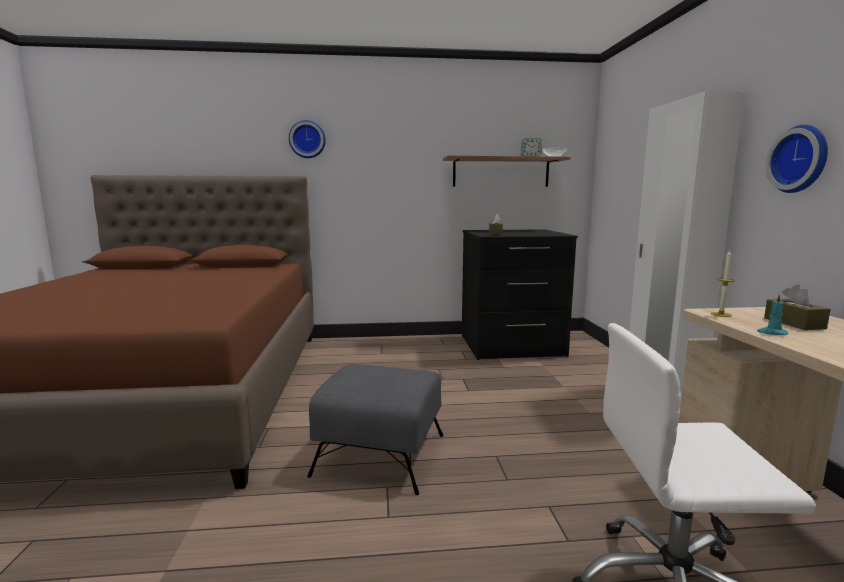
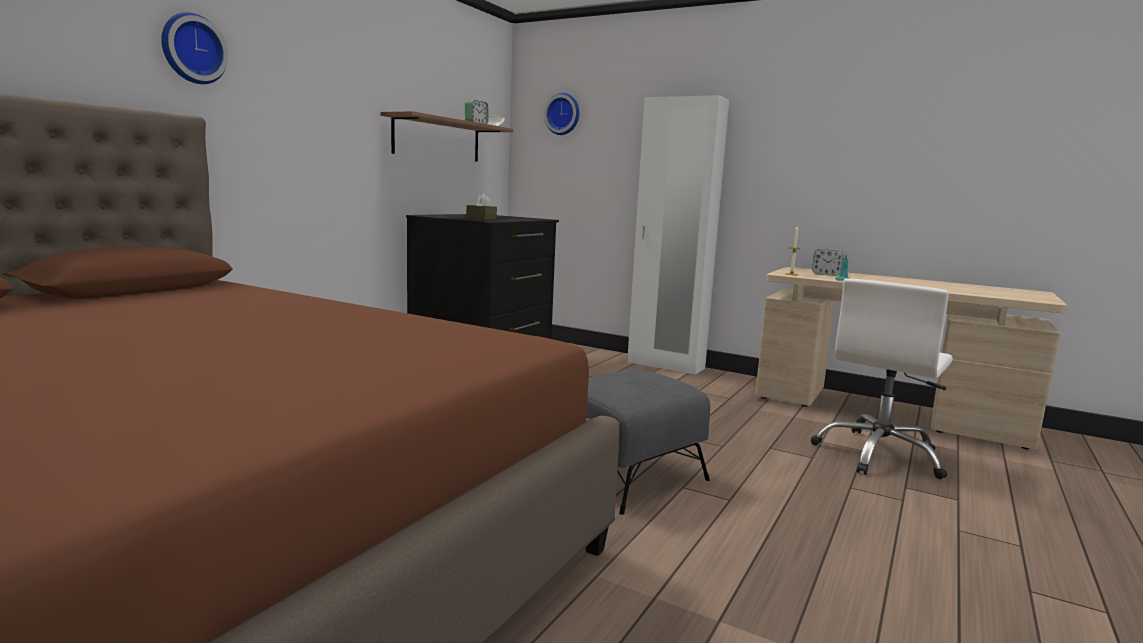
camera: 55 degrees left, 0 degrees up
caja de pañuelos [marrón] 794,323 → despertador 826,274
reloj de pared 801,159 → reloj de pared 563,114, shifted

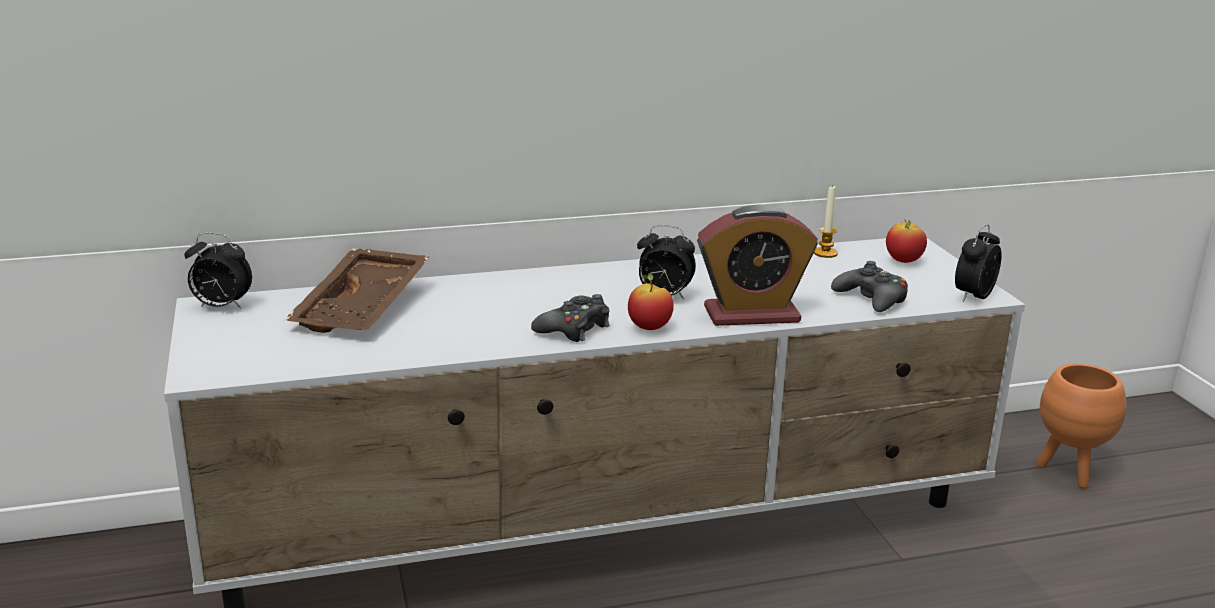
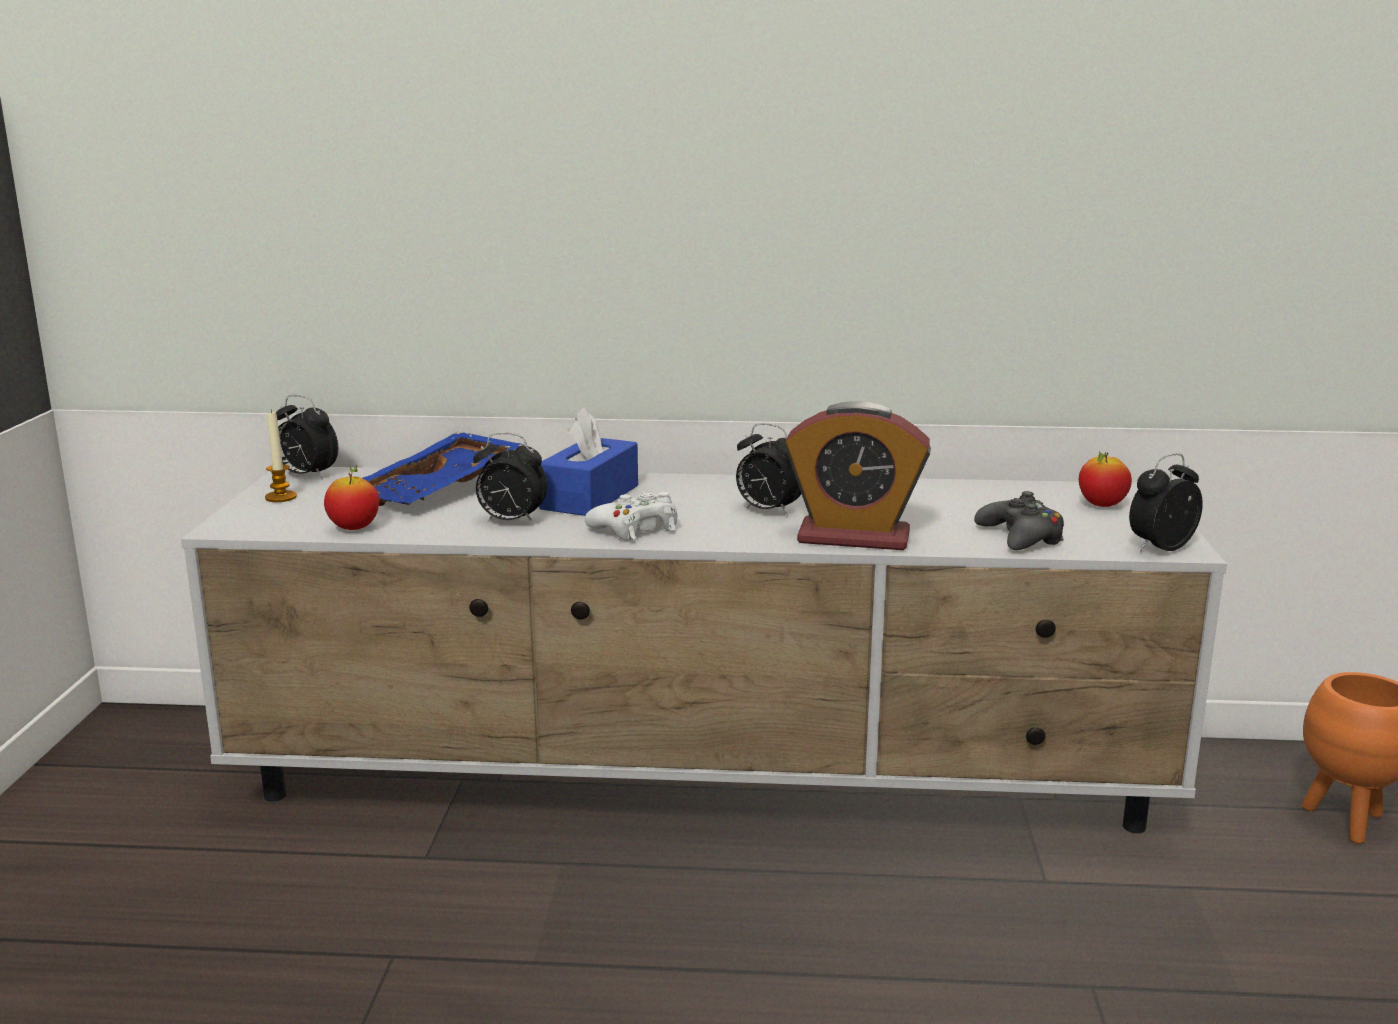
camera: 20 degrees right, 5 degrees down
bandeja [marrón] 364,308 → bandeja [azul] 439,490
mando de consola [negro] 574,328 → mando de consola [blanco] 636,529
manzana 649,328 → manzana 354,528, shifted
vela 825,253 → vela 281,497, shifted
- → despertador 510,522
- → caja de pañuelos [azul] 590,497

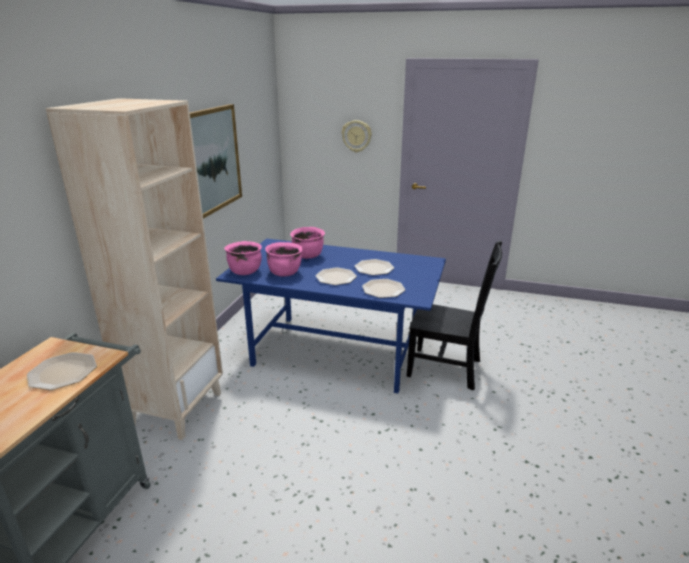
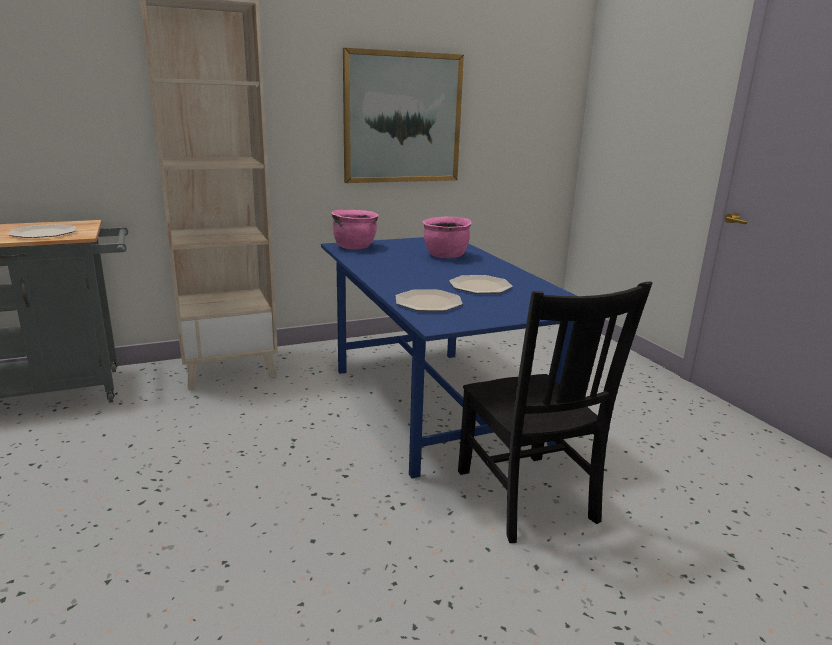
camera: 50 degrees right, 5 degrees down
olla [rosa] 285,273 → -
plato 335,277 → -
reloj de pared 356,136 → -

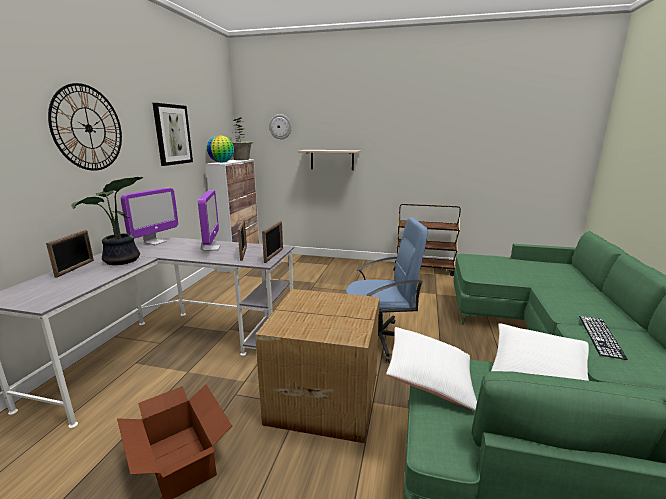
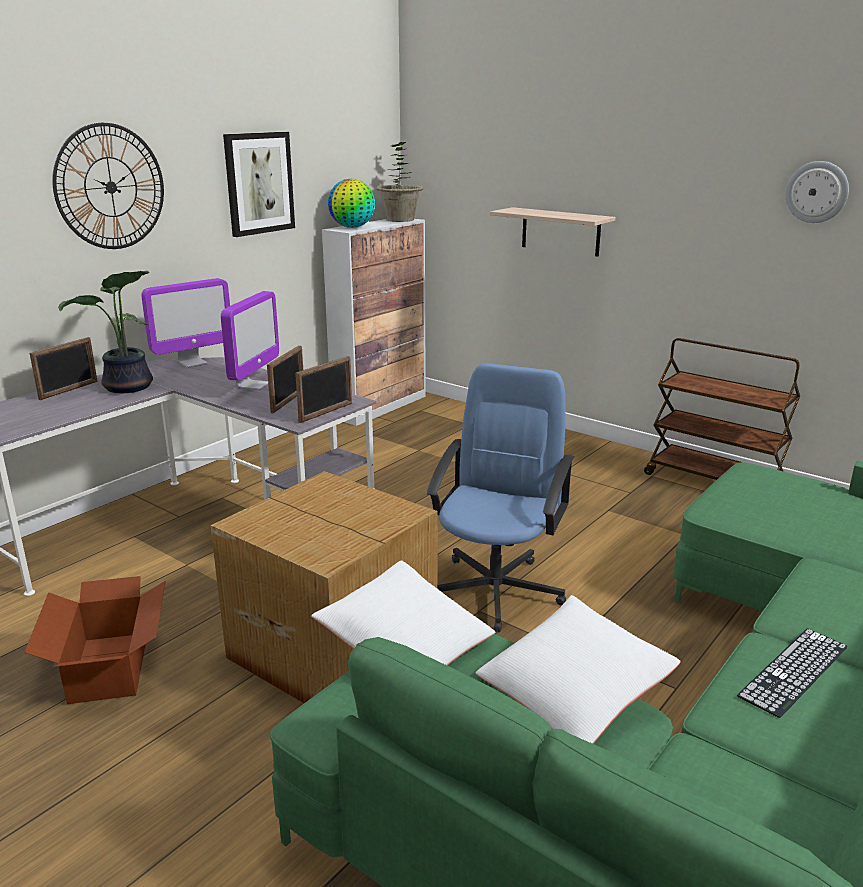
camera: 25 degrees right, 5 degrees up
reloj de pared 280,126 → reloj de pared 817,192, shifted
silla de oficina [azul] 380,339 → silla de oficina [azul] 496,590, 90 degrees counterclockwise

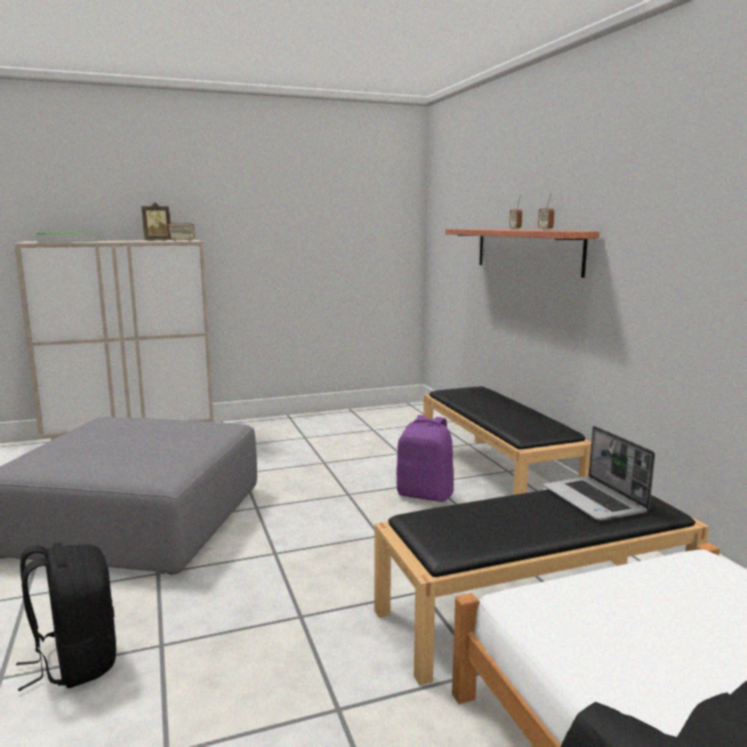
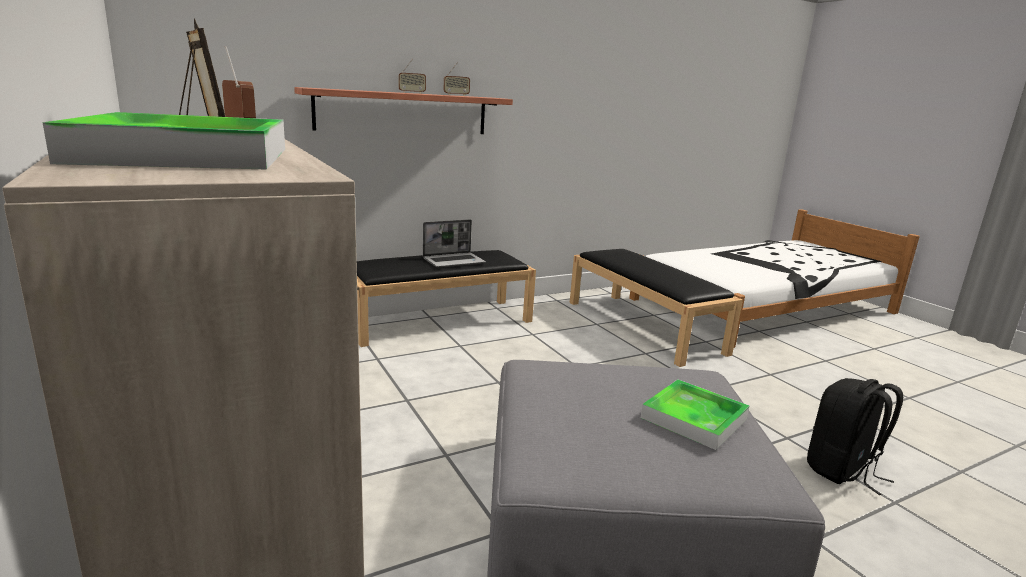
camera: 100 degrees left, 5 degrees up
mochila [morado] 425,494 → -
portátil 595,500 → portátil 454,261, shifted
- → bandeja 694,418

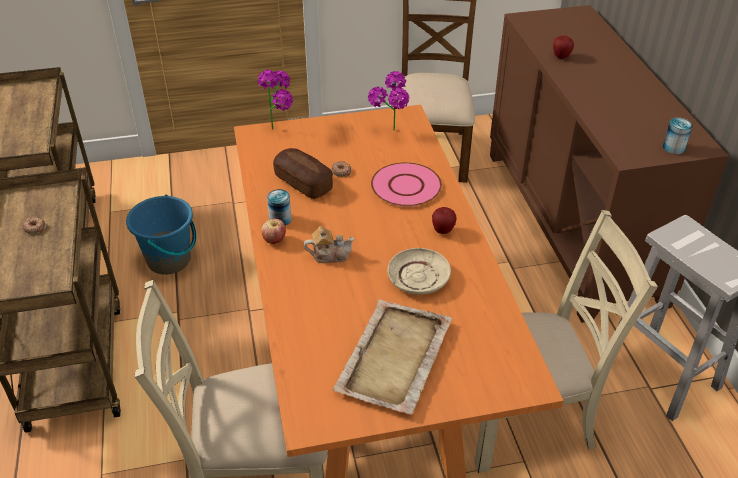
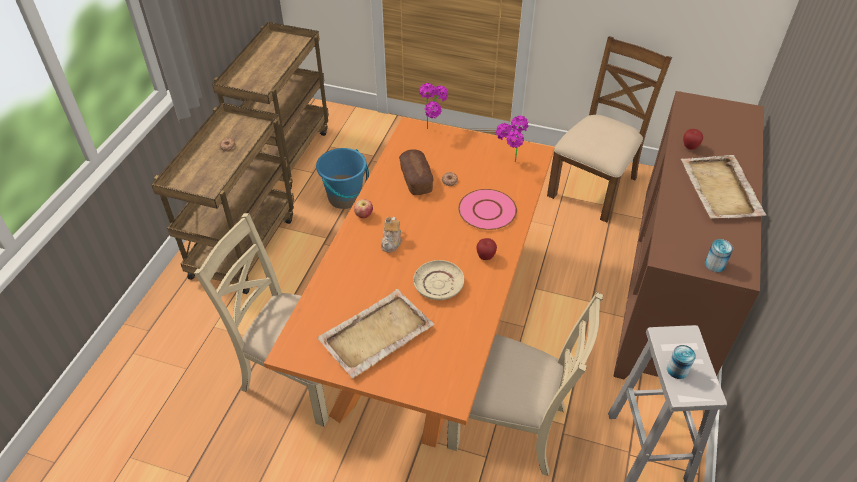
camera: 30 degrees right, 5 degrees up
lata 280,219 → lata 677,370, shifted
tetera 329,255 → tetera 391,242, 75 degrees clockwise
- → bandeja [beis] 720,190

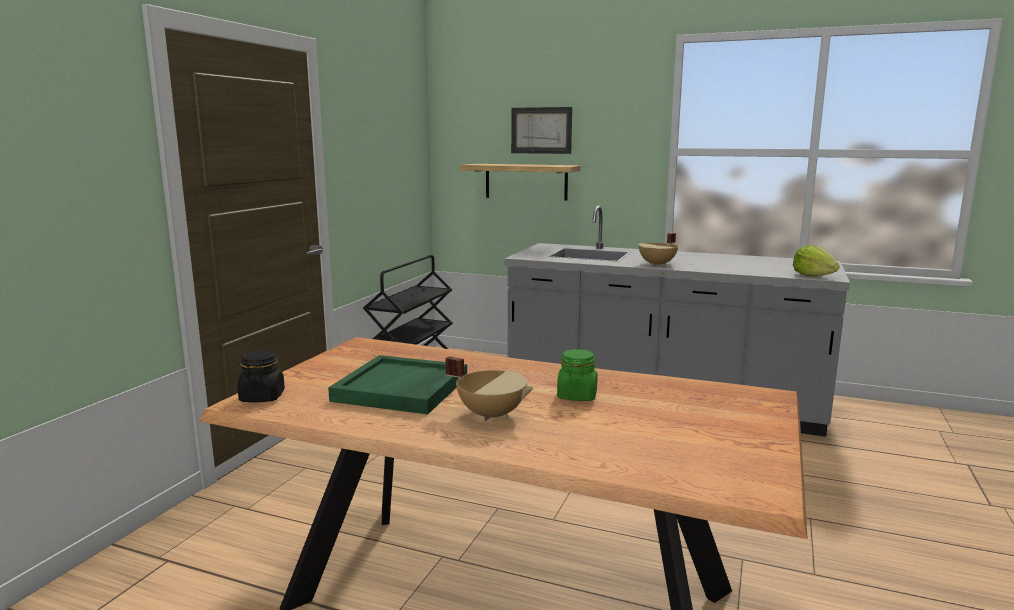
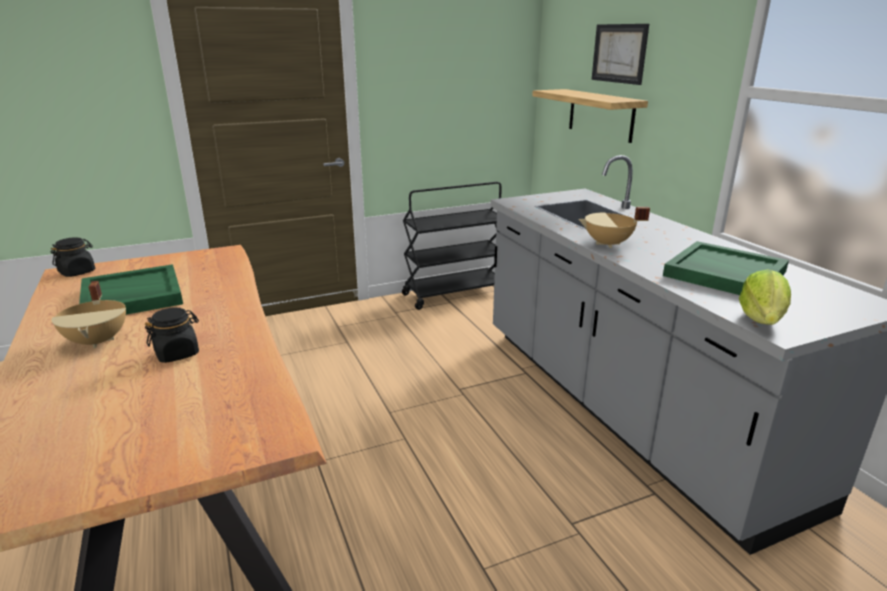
camera: 45 degrees right, 10 degrees up
tarro [verde] 577,396 → tarro [negro] 177,353
- → bandeja [verde] 723,274

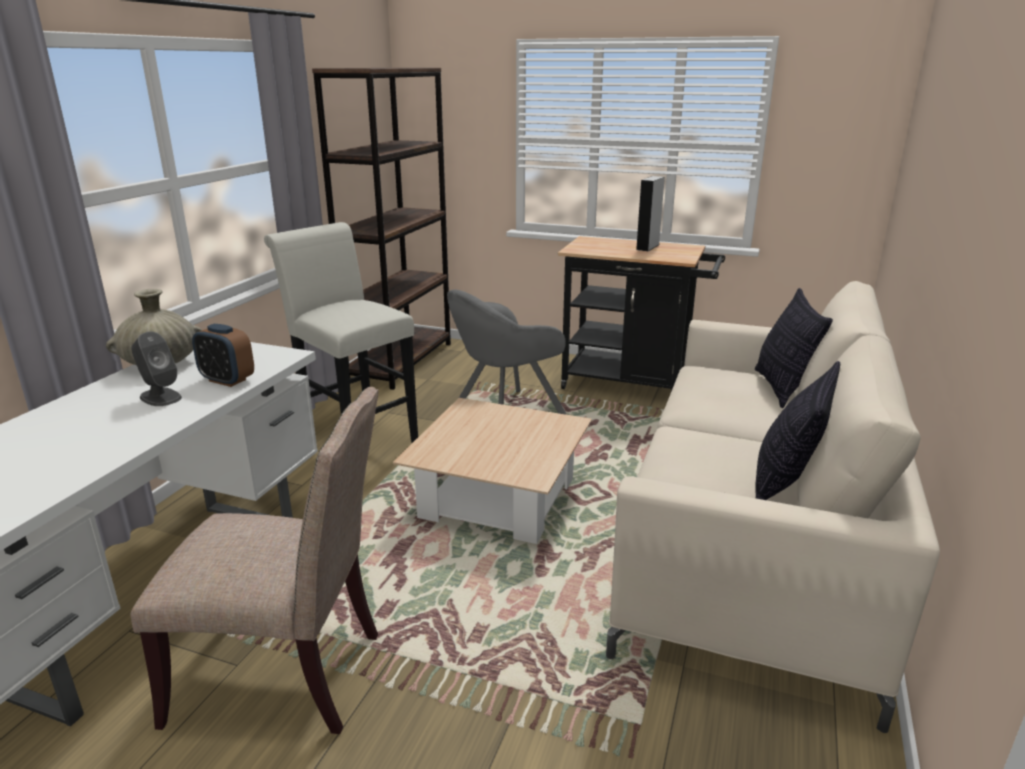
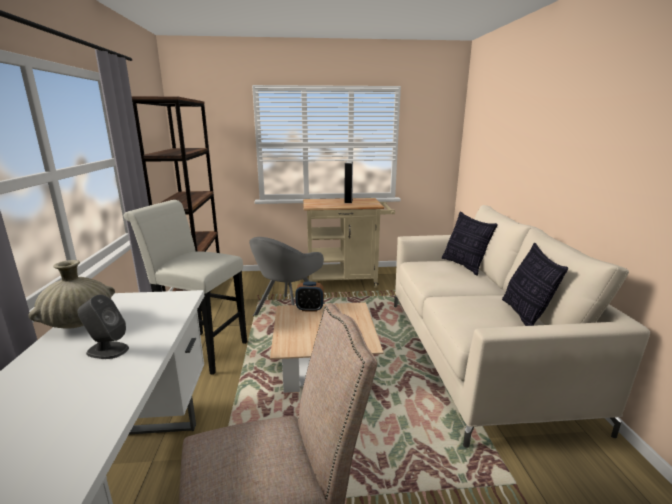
camera: 25 degrees left, 5 degrees down
despertador 227,380 → despertador 310,309, shifted
carrito [negro] 633,385 → carrito [beis] 346,280

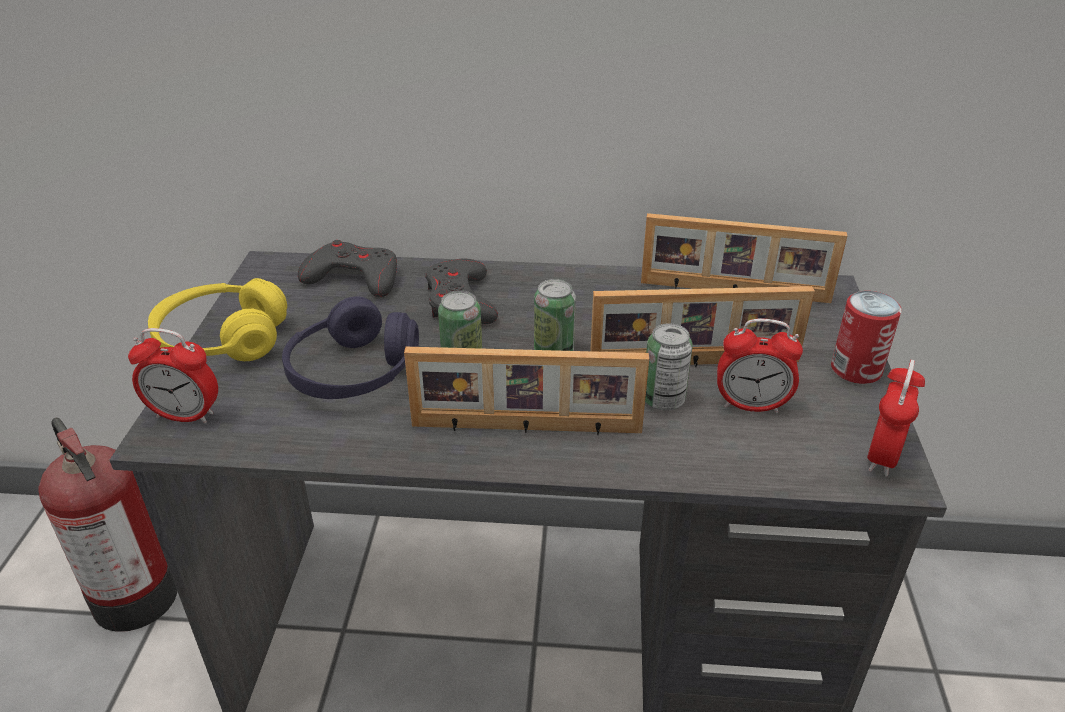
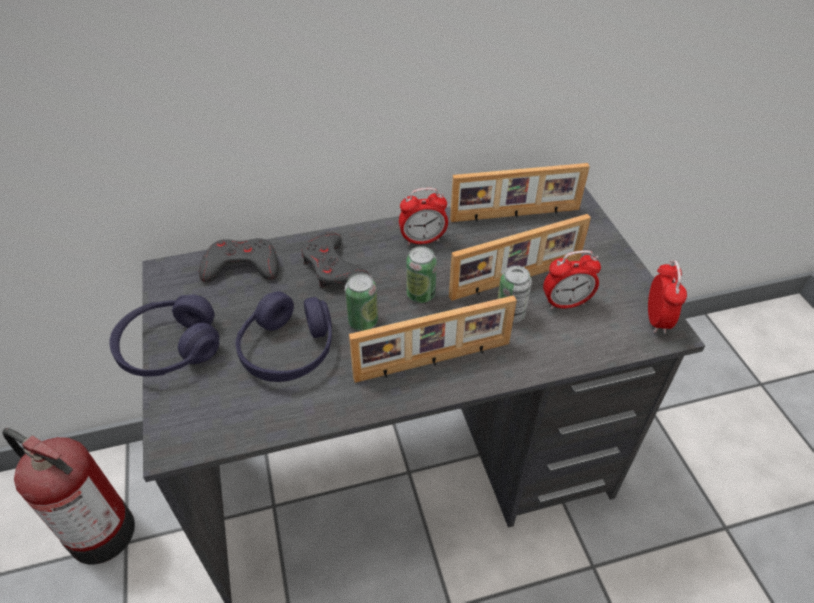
camera: 20 degrees left, 10 degrees up
despertador 185,416 → despertador 422,240, shifted
auriculares [amarillo] 222,340 → auriculares [morado] 170,348
lata 856,369 → -

